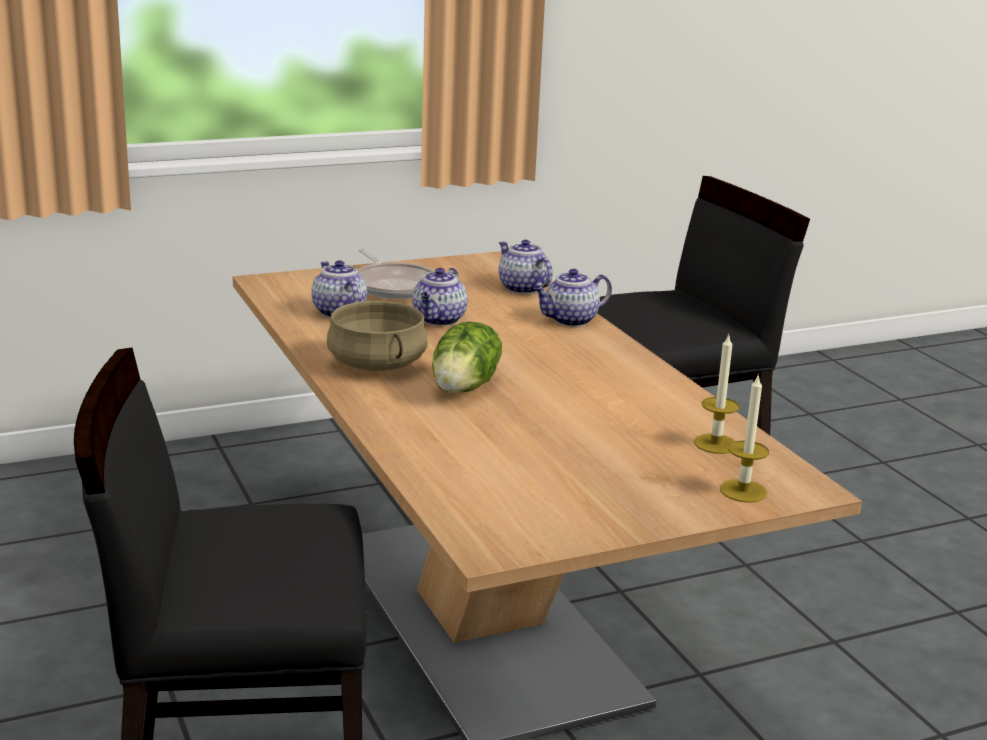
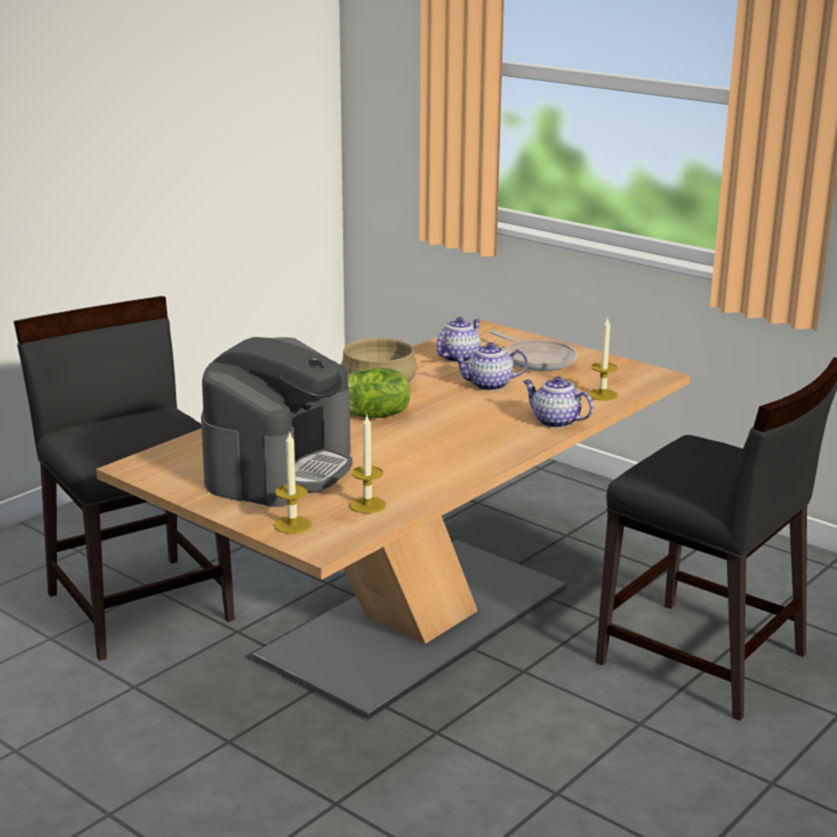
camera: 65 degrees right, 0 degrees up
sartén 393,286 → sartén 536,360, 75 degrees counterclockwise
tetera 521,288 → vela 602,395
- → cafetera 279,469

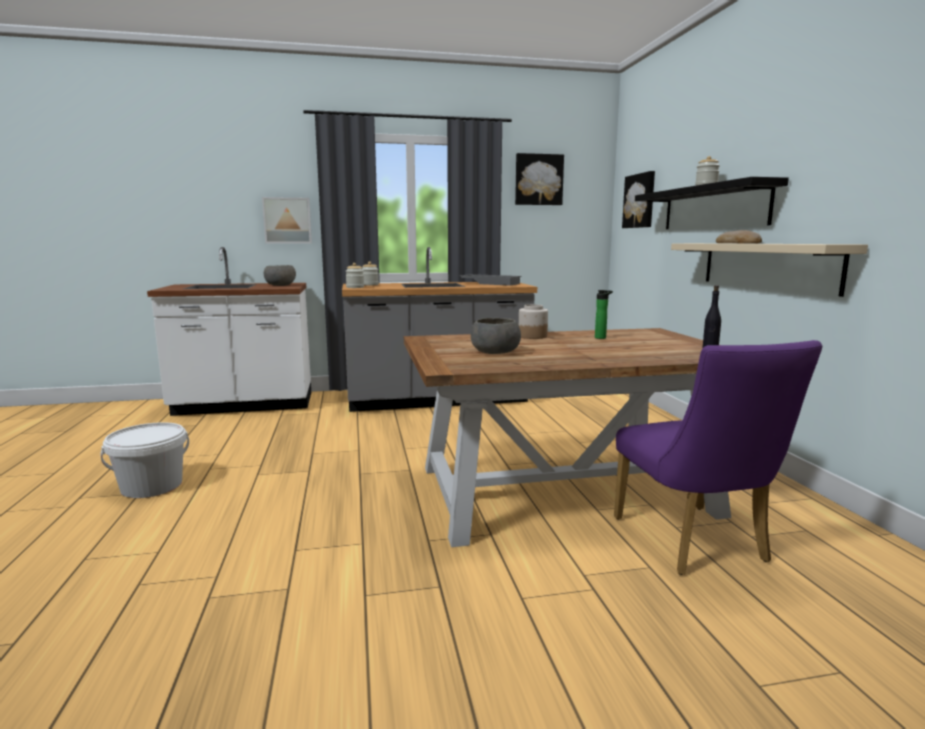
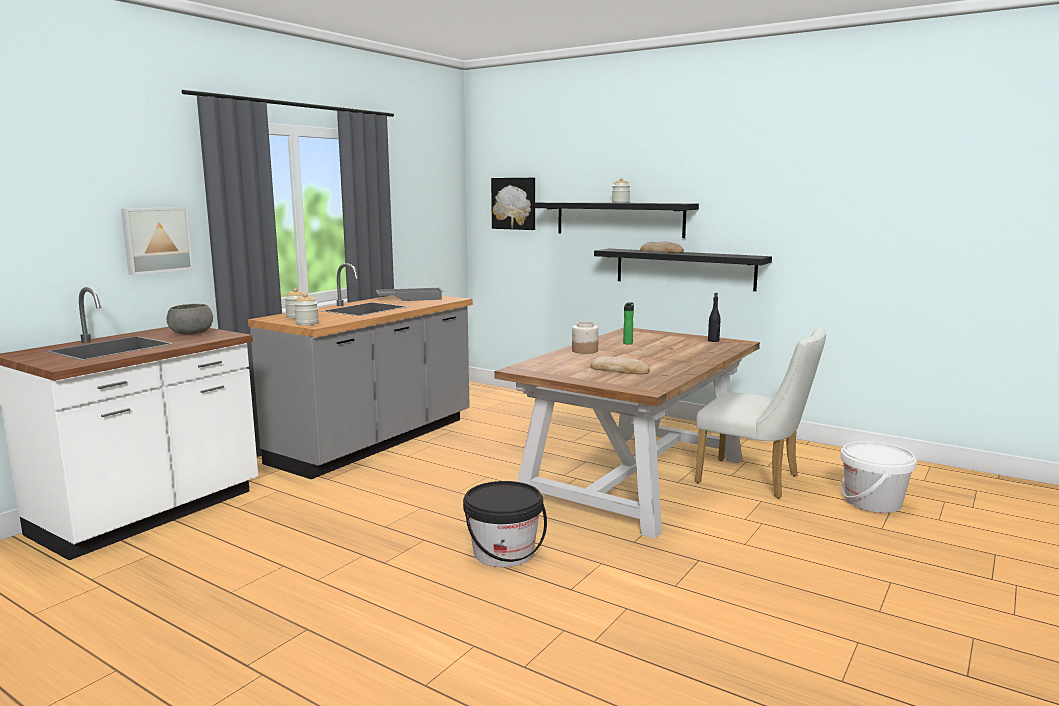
camera: 45 degrees left, 0 degrees up
cubo [blanco] 152,486 → cubo [blanco] 872,502, shifted
cuenco [gris] 494,352 → pan 620,370
cuadro 538,180 → -
silla [morado] 695,544 → silla [blanco] 755,480
estante [beis] 766,265 → estante [negro] 684,269
- → cubo [negro] 504,553

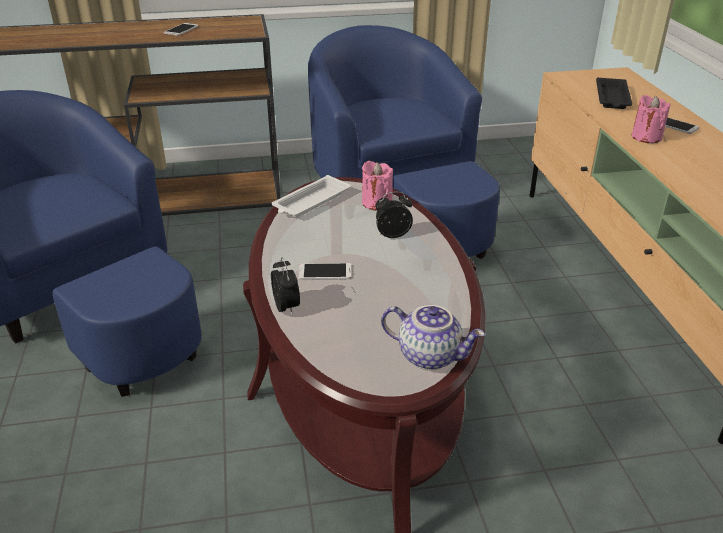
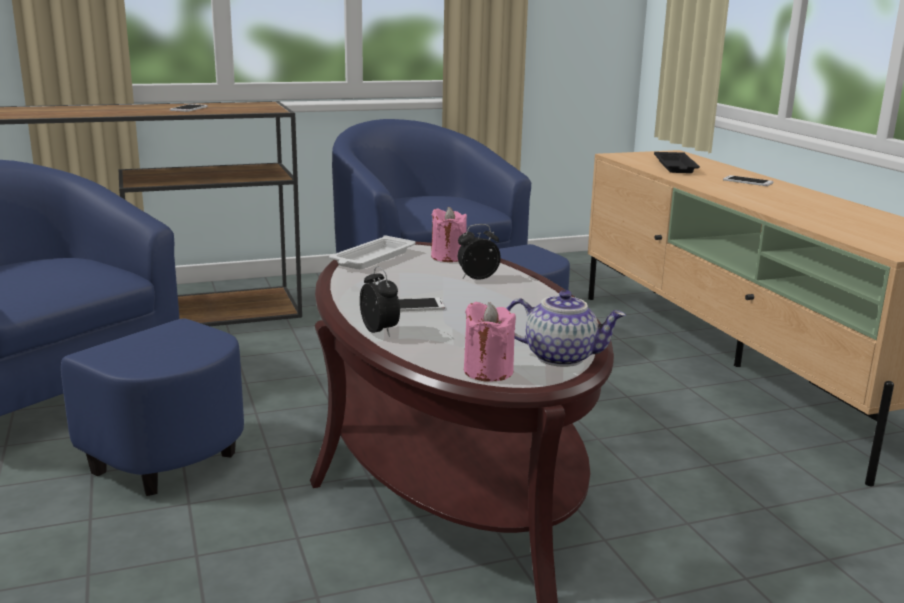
camera: 10 degrees left, 15 degrees down
vela [rosa] 646,137 → vela [rosa] 488,371, shifted

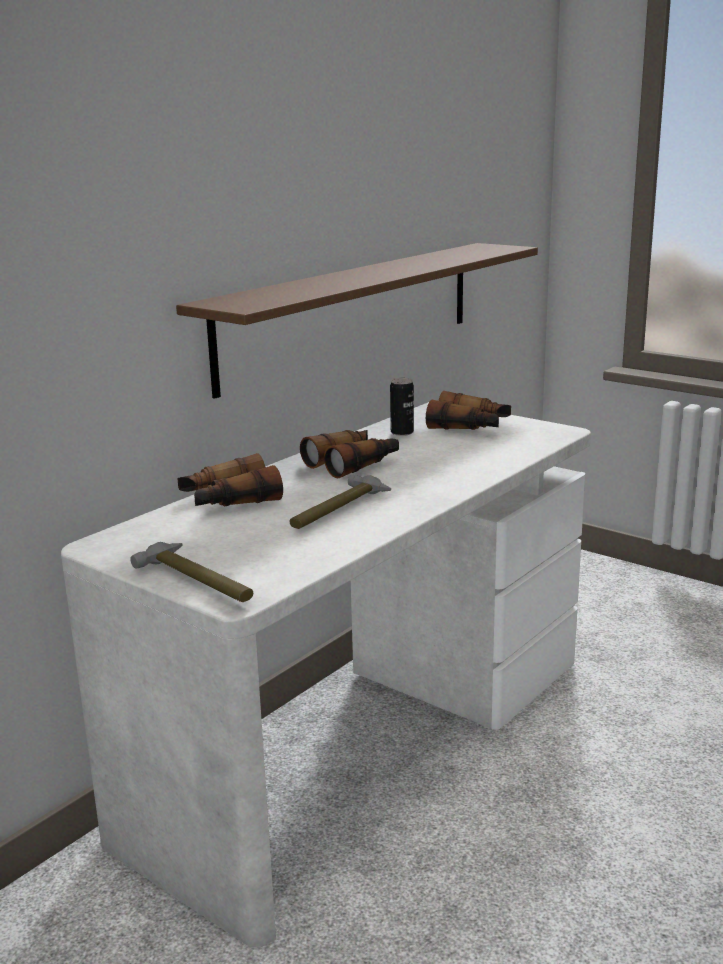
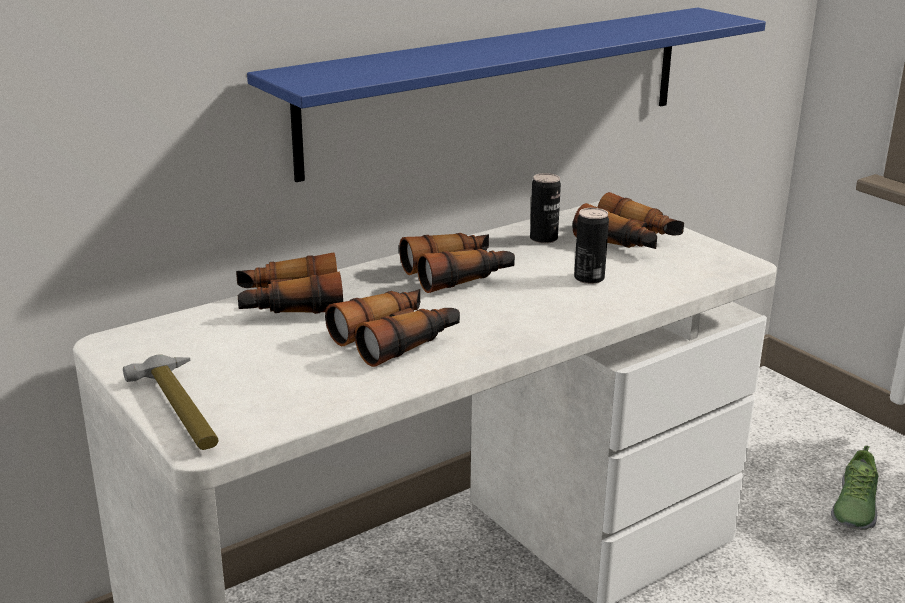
camera: 15 degrees right, 5 degrees up
estante [marrón] 352,312 → estante [azul] 501,87
martillo 338,511 → prismáticos 397,339
- → lata 589,278
- → zapato 853,507

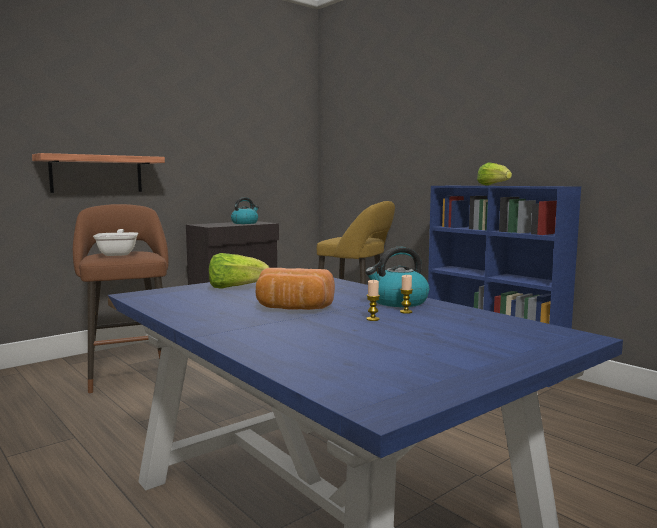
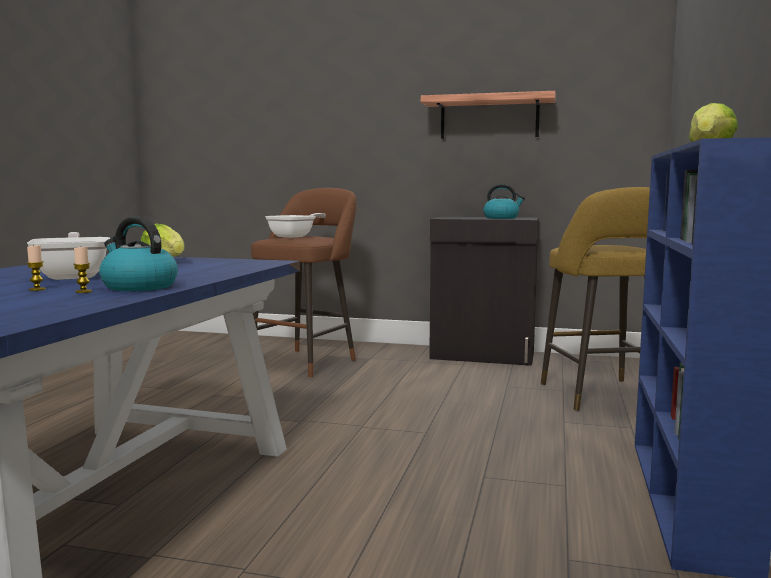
camera: 55 degrees right, 0 degrees up
estante 97,174 → estante 489,118, shifted
pan 293,309 → sartén 74,276

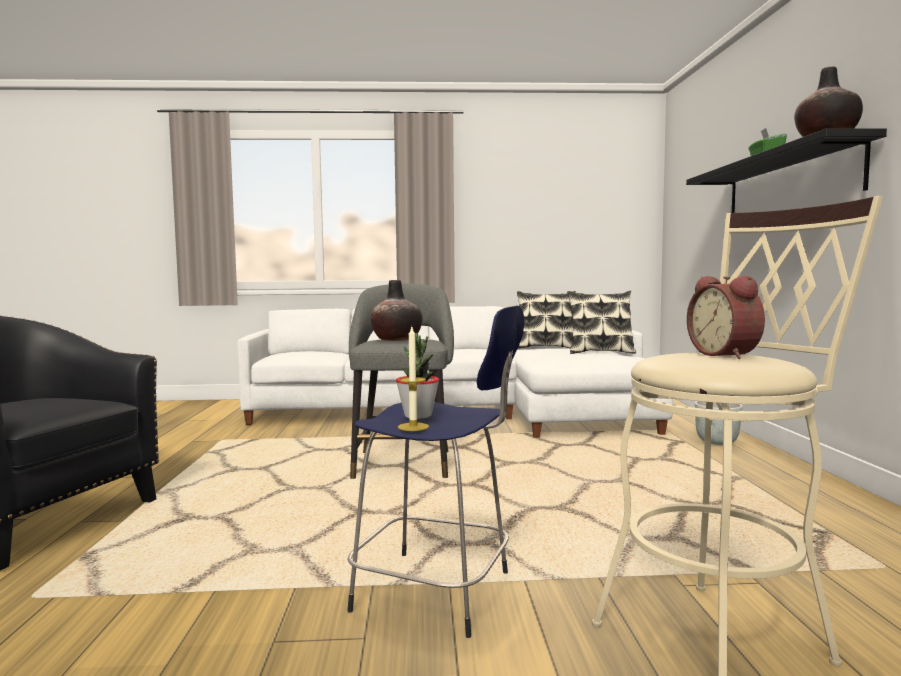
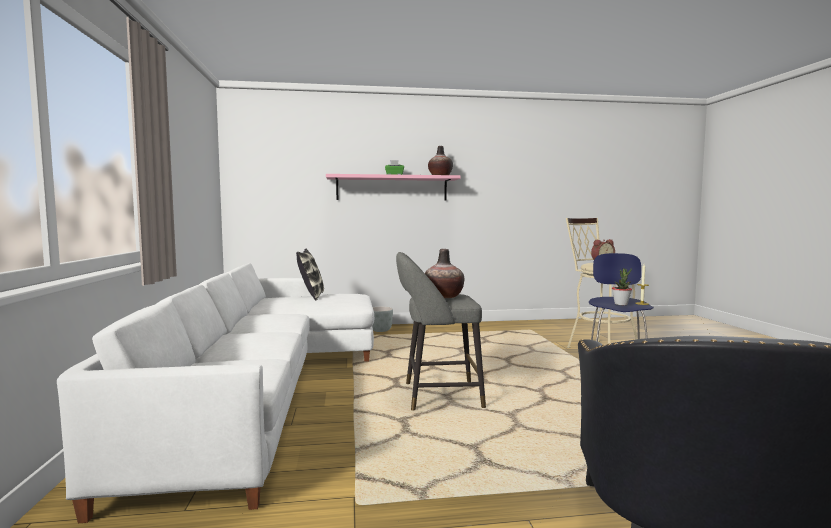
camera: 95 degrees left, 0 degrees up
cojín 545,347 → -
estante [negro] 789,182 → estante [rosa] 392,188

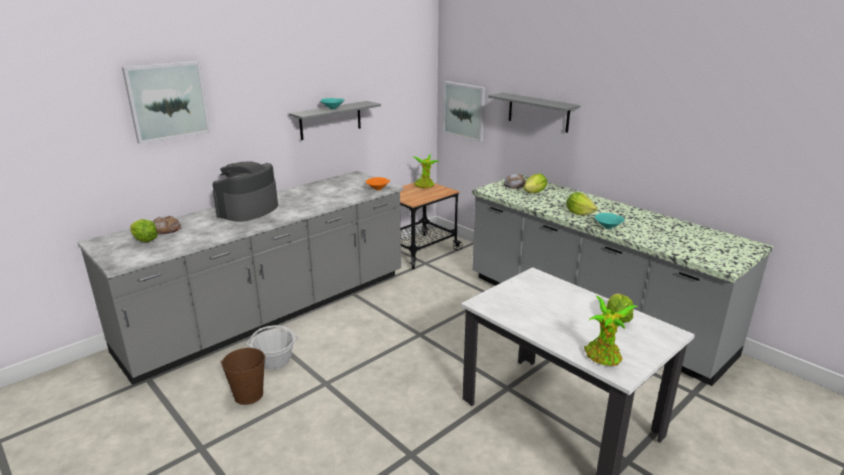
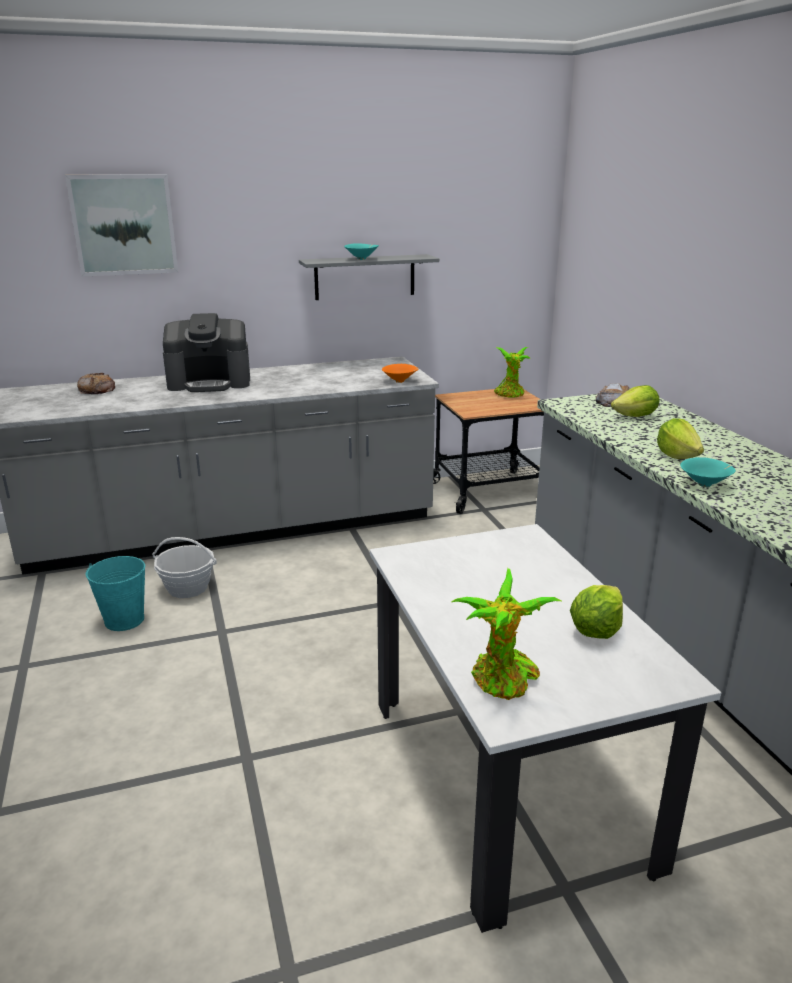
camera: 25 degrees right, 0 degrees up
lechuga 145,241 → -
cafetera 248,210 → cafetera 210,382, 150 degrees counterclockwise
cubo [marrón] 248,395 → cubo [turquesa] 124,620
cuadro 464,110 → -
estante [gris] 538,112 → -

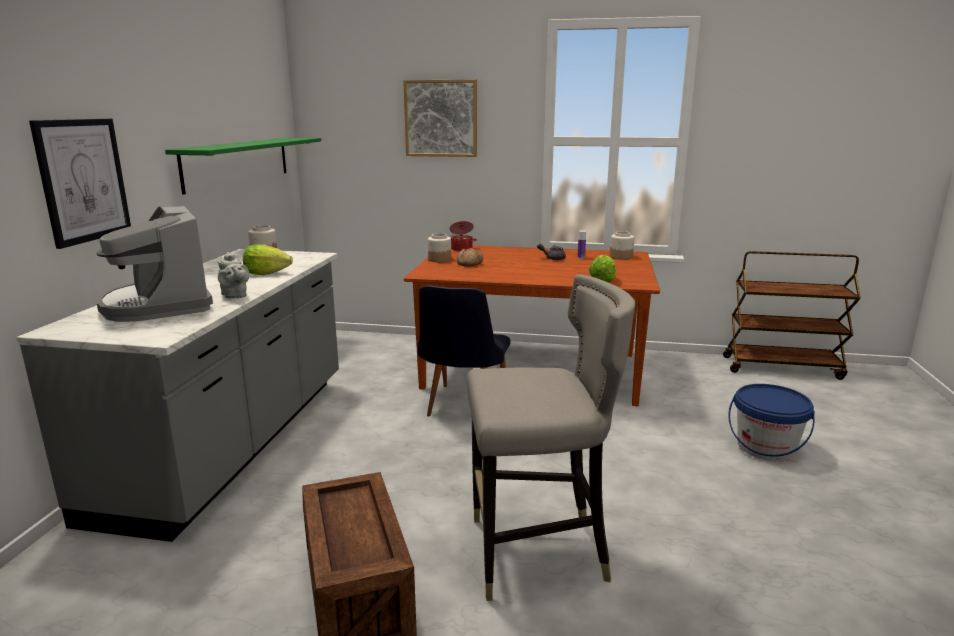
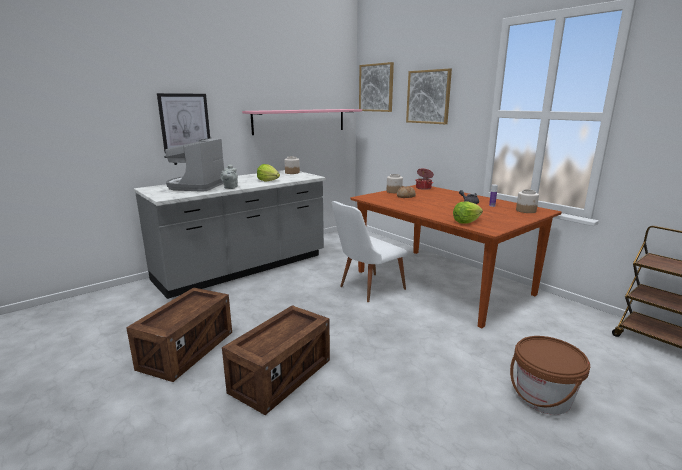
camera: 40 degrees right, 0 degrees up
estante [verde] 238,162 → estante [rosa] 300,121
silla [negro] 463,407 → silla [blanco] 366,289
taburete [gris] 538,553 → caja de embalaje 281,376
cubo [azul] 766,447 → cubo [marrón] 543,397
- → cuadro 376,88

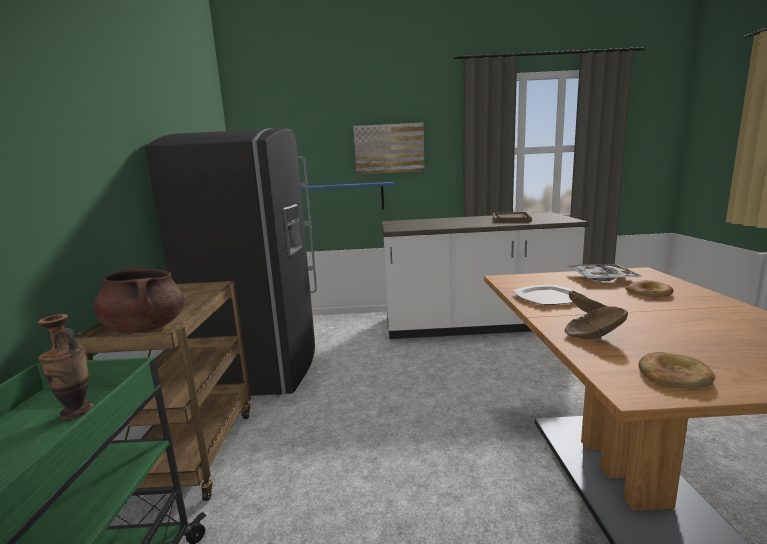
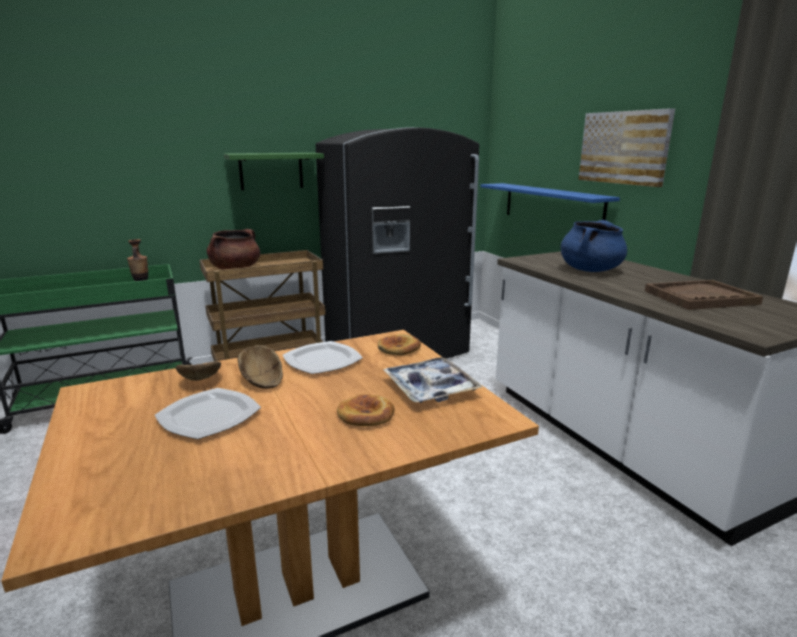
camera: 65 degrees right, 5 degrees up
pan 674,375 → pan 398,348, shifted
- → plato 209,416
- → estante [verde] 271,171
- → olla [azul] 590,270

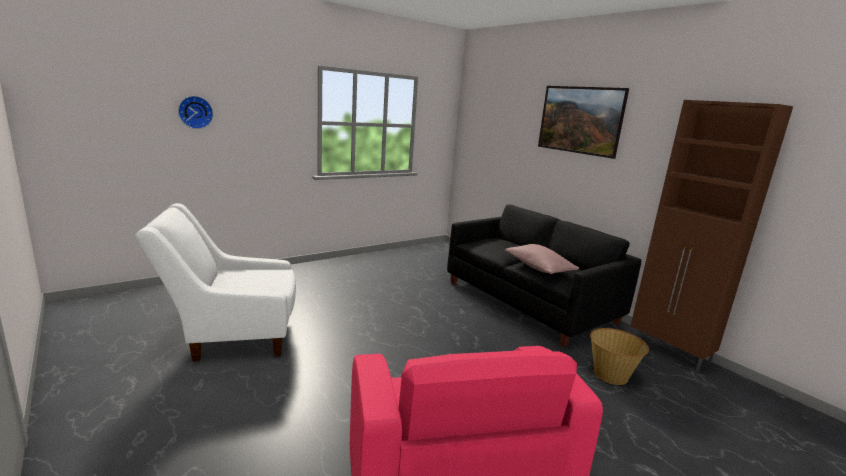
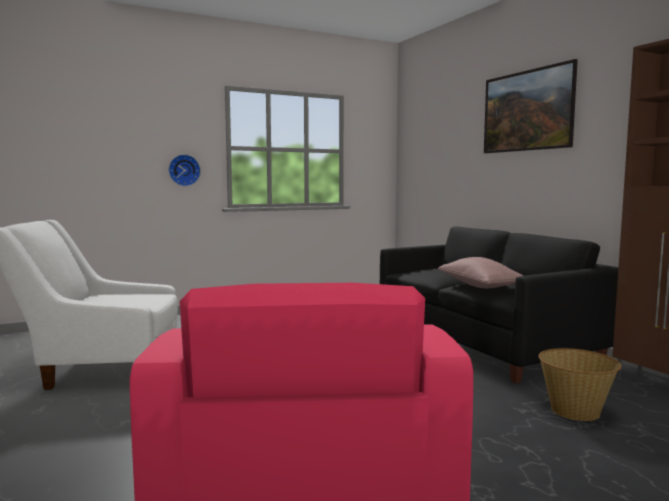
camera: 10 degrees right, 10 degrees down
reloj de pared 195,112 → reloj de pared 184,170, shifted

